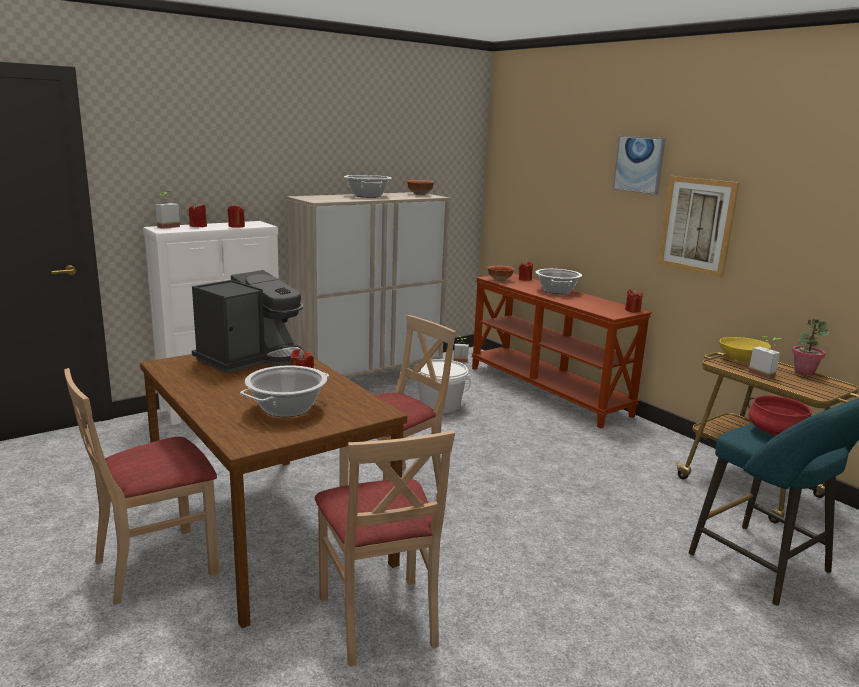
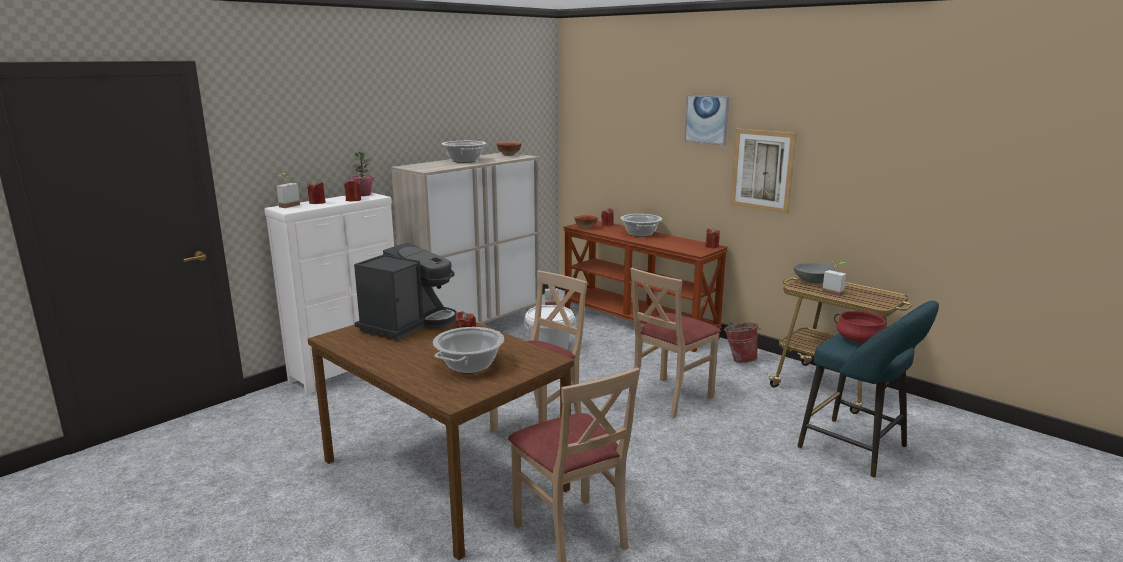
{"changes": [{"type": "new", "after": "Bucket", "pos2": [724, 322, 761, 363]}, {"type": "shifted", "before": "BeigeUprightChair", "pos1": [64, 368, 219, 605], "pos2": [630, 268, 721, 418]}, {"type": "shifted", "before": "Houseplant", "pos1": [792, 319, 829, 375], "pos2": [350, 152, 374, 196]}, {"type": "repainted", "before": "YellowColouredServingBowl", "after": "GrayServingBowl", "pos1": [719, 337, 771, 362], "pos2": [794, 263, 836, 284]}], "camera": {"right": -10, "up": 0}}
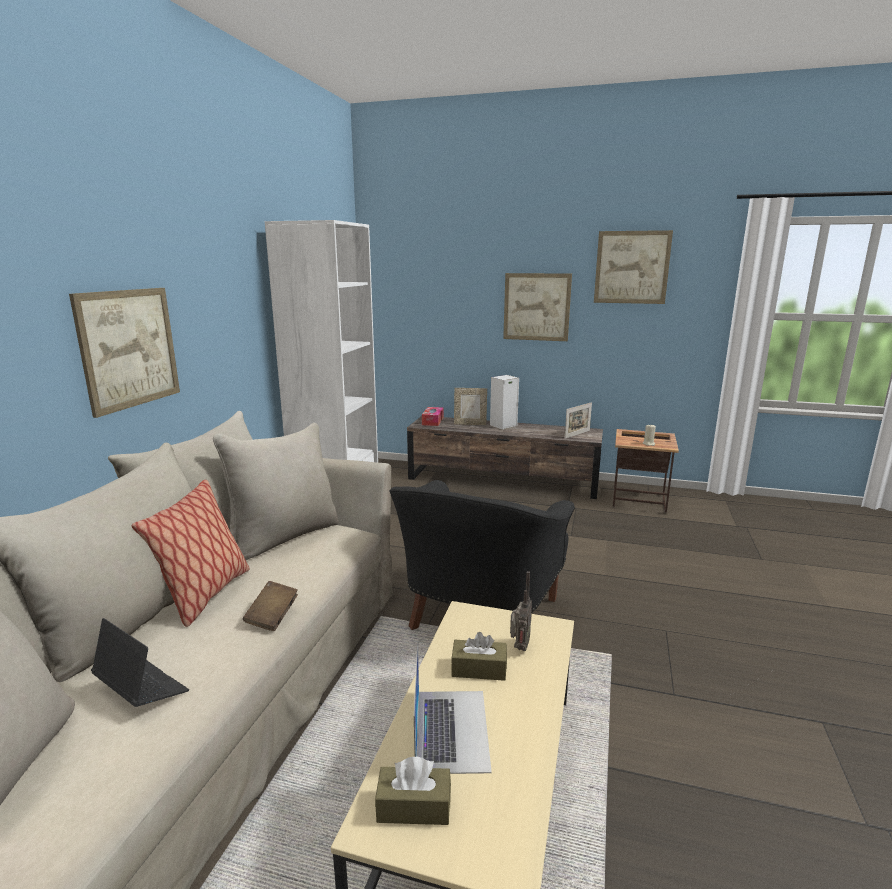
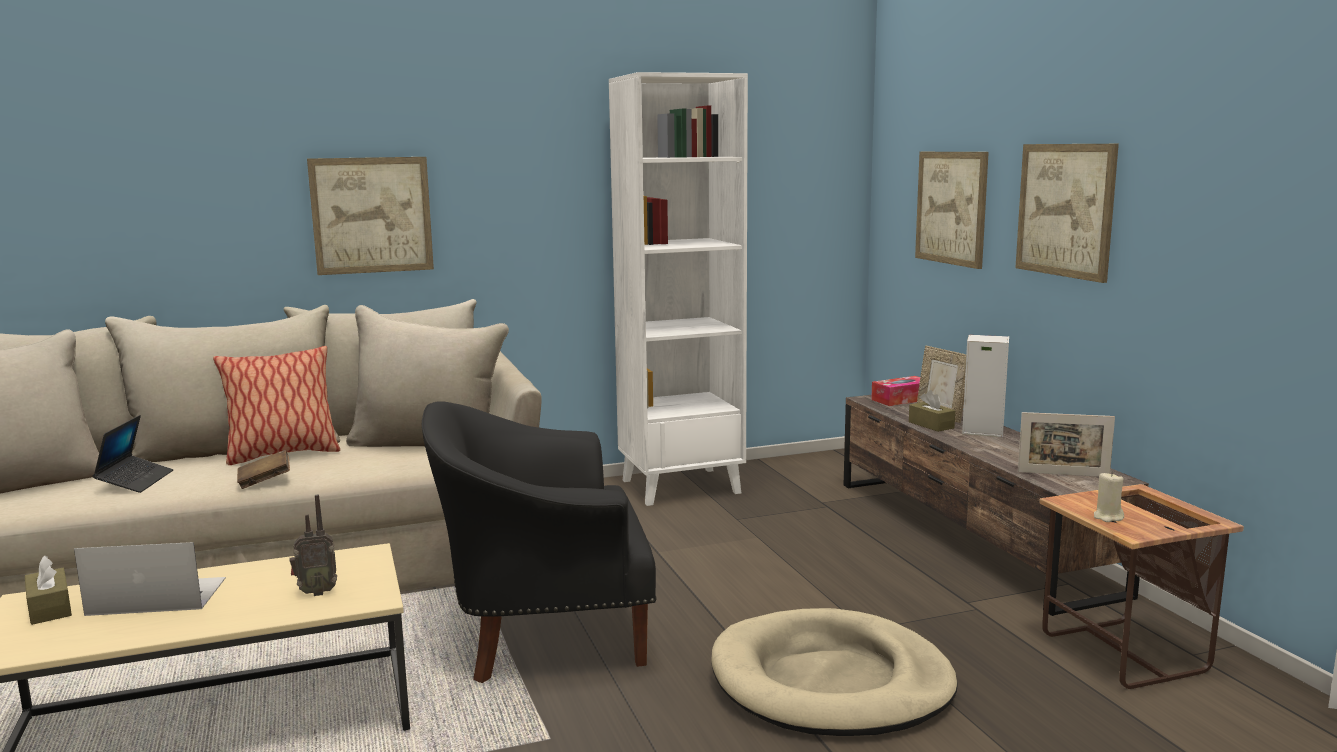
{"changes": [{"type": "new", "after": "BeigeDogCushion", "pos2": [711, 608, 958, 736]}, {"type": "shifted", "before": "BrownTissueHolder", "pos1": [451, 632, 507, 681], "pos2": [909, 390, 955, 432]}, {"type": "shifted", "before": "Picture", "pos1": [594, 230, 673, 304], "pos2": [915, 152, 989, 269]}, {"type": "rotated", "before": "Laptop", "pos1": [414, 641, 492, 774], "pos2": [74, 542, 226, 616], "turn": -150}], "camera": {"right": 55, "up": -5}}
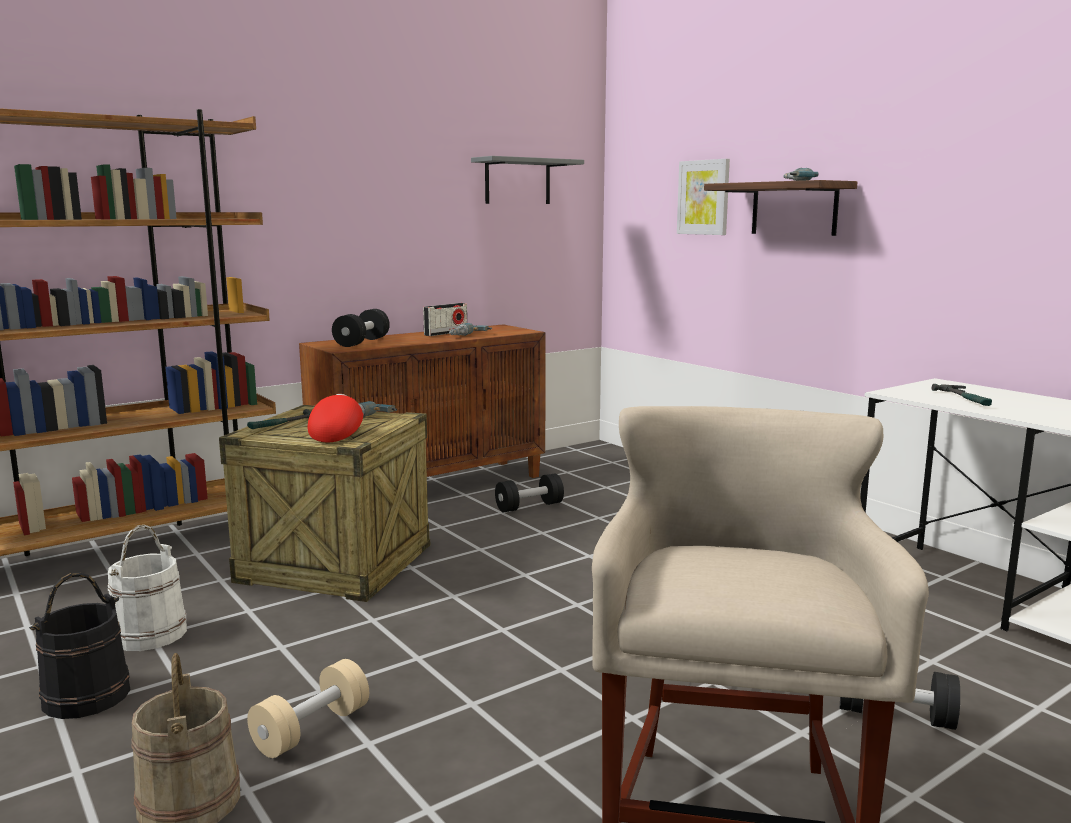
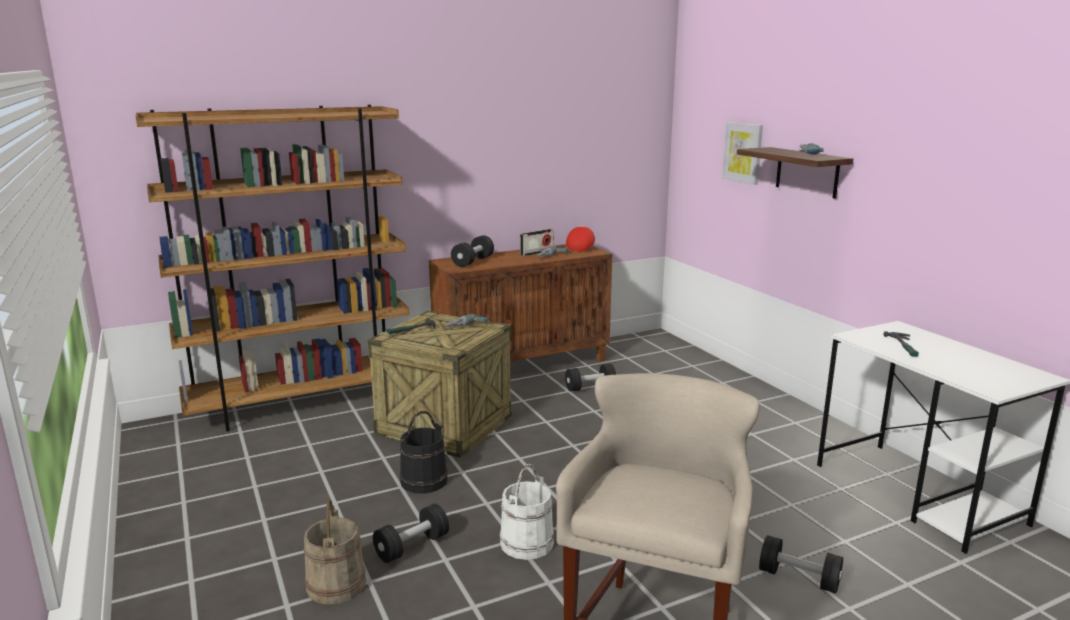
{"changes": [{"type": "gone", "before": "GrayWallShelf", "pos1": [471, 156, 584, 204]}, {"type": "shifted", "before": "BlackishBucket", "pos1": [29, 572, 130, 719], "pos2": [400, 411, 448, 494]}, {"type": "shifted", "before": "WhiteBucket", "pos1": [108, 525, 187, 651], "pos2": [500, 464, 554, 560]}, {"type": "shifted", "before": "ReddishBaseballCap", "pos1": [308, 394, 364, 442], "pos2": [566, 226, 595, 252]}, {"type": "repainted", "before": "BeigeDumbbell", "after": "BlackishDumbbell", "pos1": [247, 659, 369, 758], "pos2": [373, 504, 449, 563]}], "camera": {"right": 10, "up": 5}}
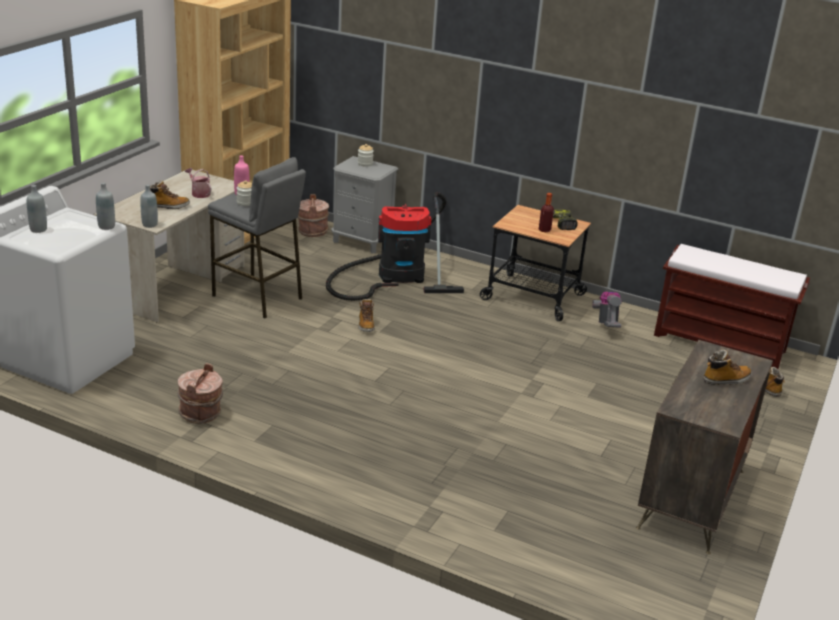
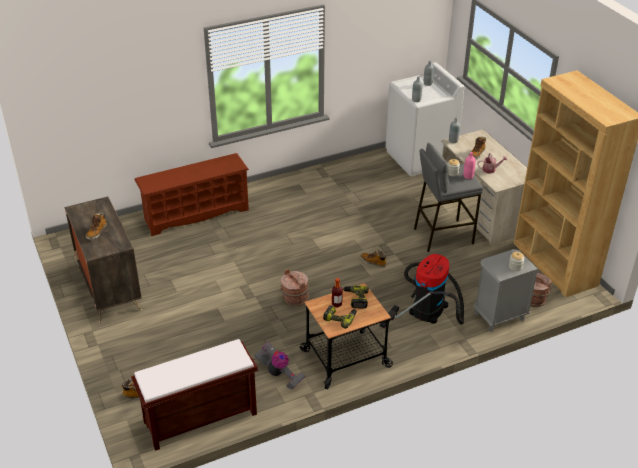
{"changes": [{"type": "new", "after": "BrownShoeRack", "pos2": [134, 153, 249, 236]}, {"type": "new", "after": "PowerDrill", "pos2": [343, 285, 369, 309]}, {"type": "shifted", "before": "BrownBucket", "pos1": [177, 363, 223, 424], "pos2": [280, 269, 309, 306]}], "camera": {"right": 130, "up": 10}}
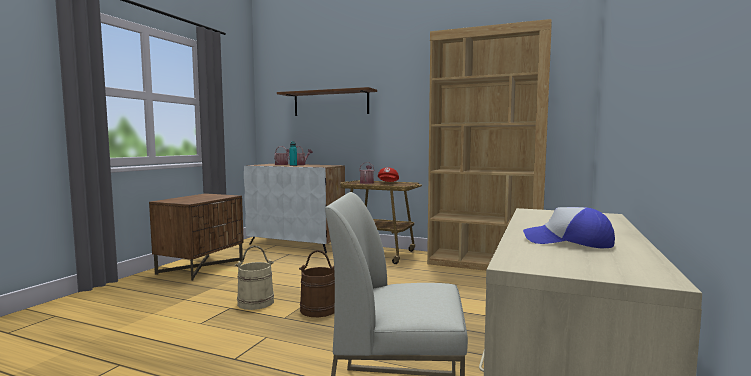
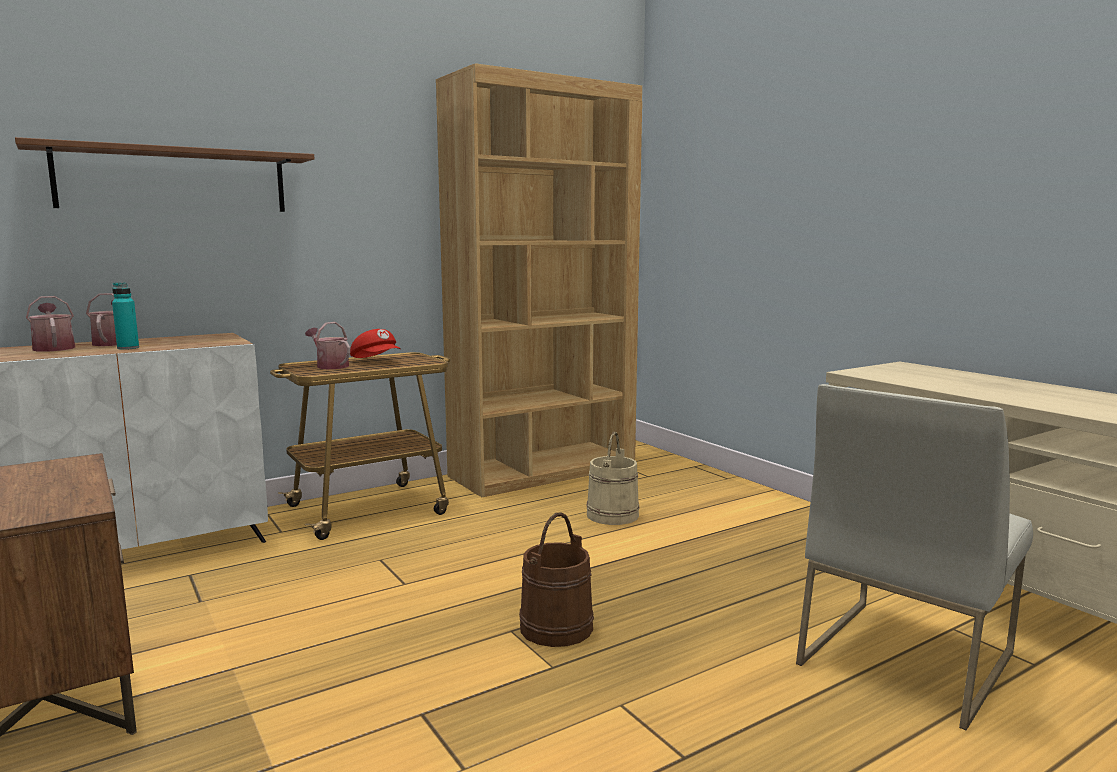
{"changes": [{"type": "gone", "before": "BaseballCap", "pos1": [523, 207, 615, 248]}, {"type": "shifted", "before": "BeigeBucket", "pos1": [235, 245, 274, 310], "pos2": [586, 432, 640, 525]}], "camera": {"right": -55, "up": 5}}
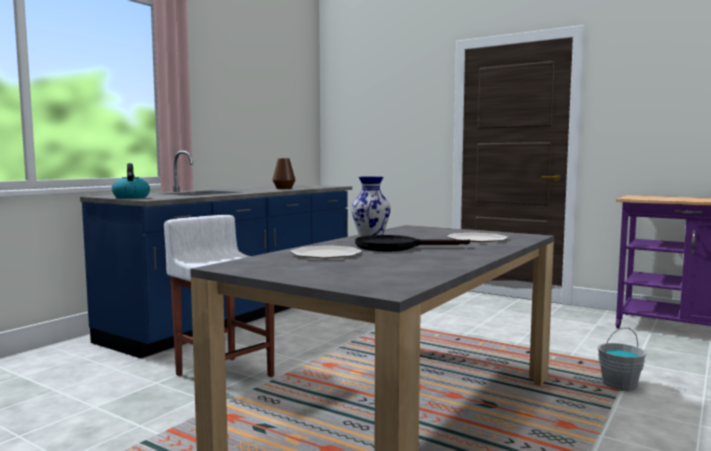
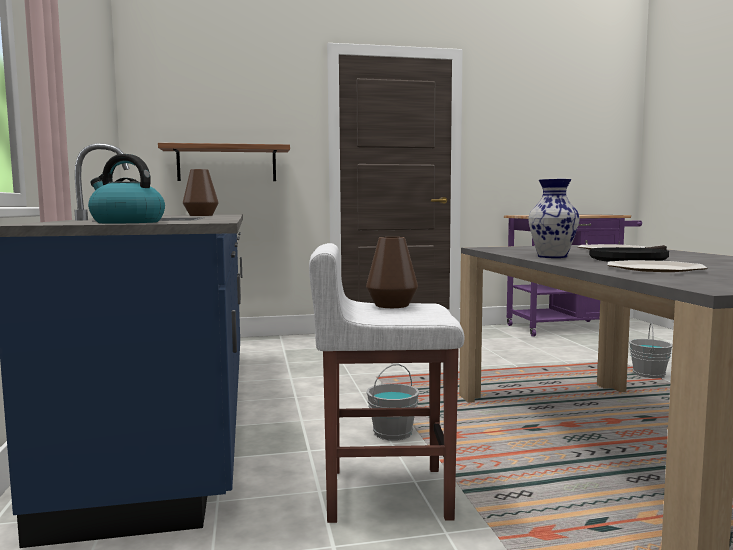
{"changes": [{"type": "new", "after": "WallShelf", "pos2": [158, 143, 290, 181]}, {"type": "new", "after": "BrownVase", "pos2": [366, 237, 418, 308]}, {"type": "new", "after": "GrayBucket", "pos2": [366, 364, 419, 441]}], "camera": {"right": -45, "up": 0}}
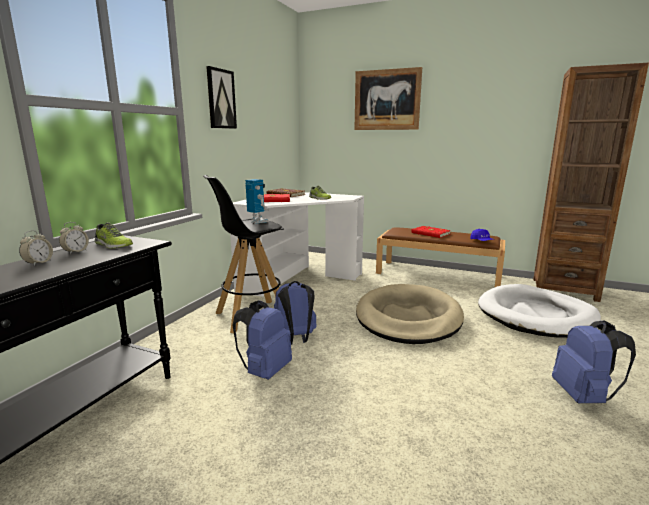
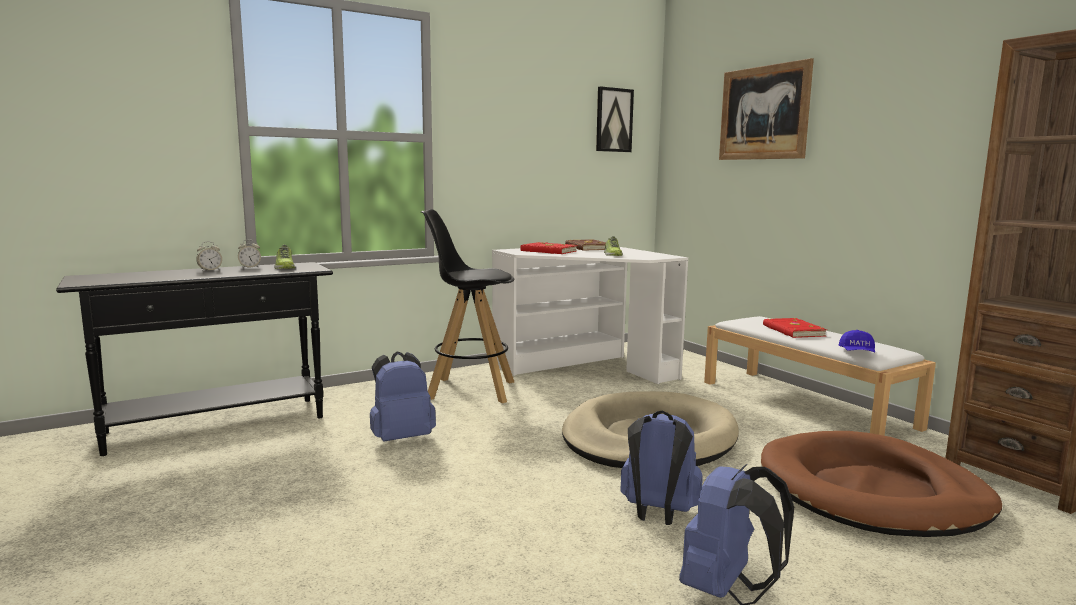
{"changes": [{"type": "gone", "before": "ModelRobot", "pos1": [245, 179, 270, 224]}, {"type": "shifted", "before": "Picture", "pos1": [206, 66, 237, 129], "pos2": [596, 86, 634, 152]}, {"type": "shifted", "before": "BlueColouredRucksack", "pos1": [274, 281, 316, 345], "pos2": [620, 411, 703, 525]}, {"type": "repainted", "before": "BrownLongSeat", "after": "WhiteLongSeat", "pos1": [376, 227, 505, 288], "pos2": [704, 316, 936, 436]}, {"type": "repainted", "before": "WhiteDogCushion", "after": "BrownDogCushion", "pos1": [478, 284, 601, 338], "pos2": [761, 431, 1002, 537]}], "camera": {"right": 35, "up": -5}}
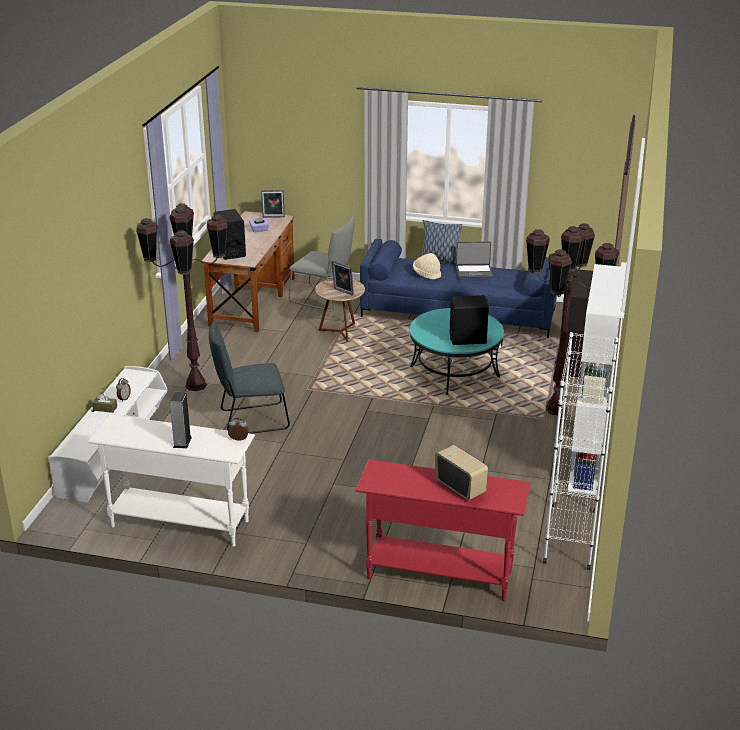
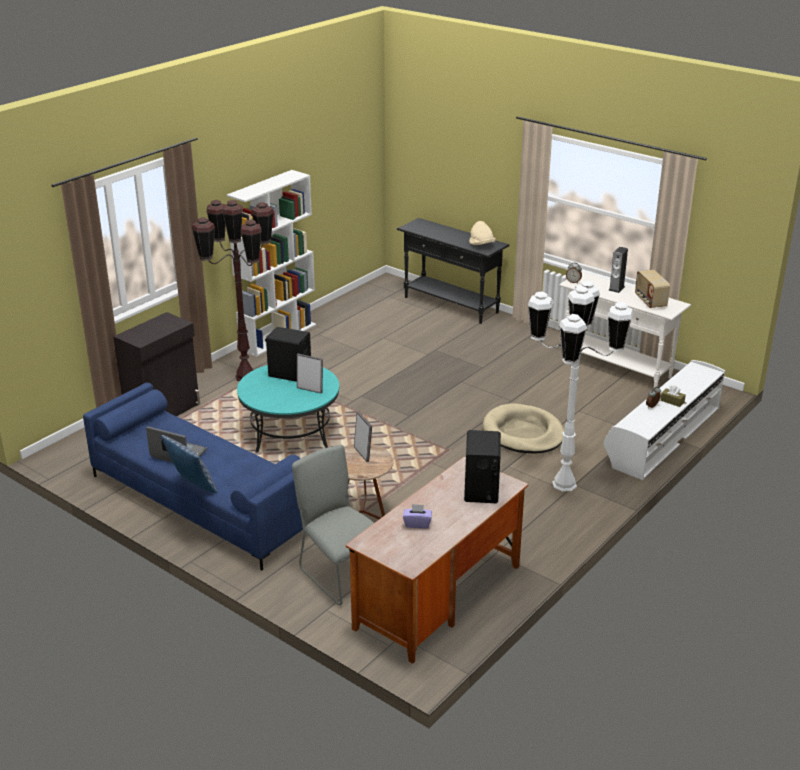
{"changes": [{"type": "gone", "before": "WhiteBookshelf", "pos1": [543, 332, 618, 570]}, {"type": "shifted", "before": "PictureFrame", "pos1": [261, 190, 285, 218], "pos2": [297, 354, 323, 393]}, {"type": "shifted", "before": "BeigeHat", "pos1": [413, 253, 441, 279], "pos2": [469, 221, 496, 245]}, {"type": "shifted", "before": "RadioReceiver", "pos1": [435, 445, 488, 501], "pos2": [635, 270, 670, 308]}, {"type": "swapped", "before": "GrayUprightChair", "after": "BeigeDogCushion", "pos1": [209, 322, 290, 434], "pos2": [483, 403, 564, 454]}, {"type": "repainted", "before": "BrownStandingLamp", "after": "WhiteStandingLamp", "pos1": [136, 203, 227, 391], "pos2": [528, 281, 633, 492]}, {"type": "repainted", "before": "ReddishHallTable", "after": "BlackishHallTable", "pos1": [355, 460, 531, 601], "pos2": [397, 218, 510, 324]}], "camera": {"right": -155, "up": 0}}
